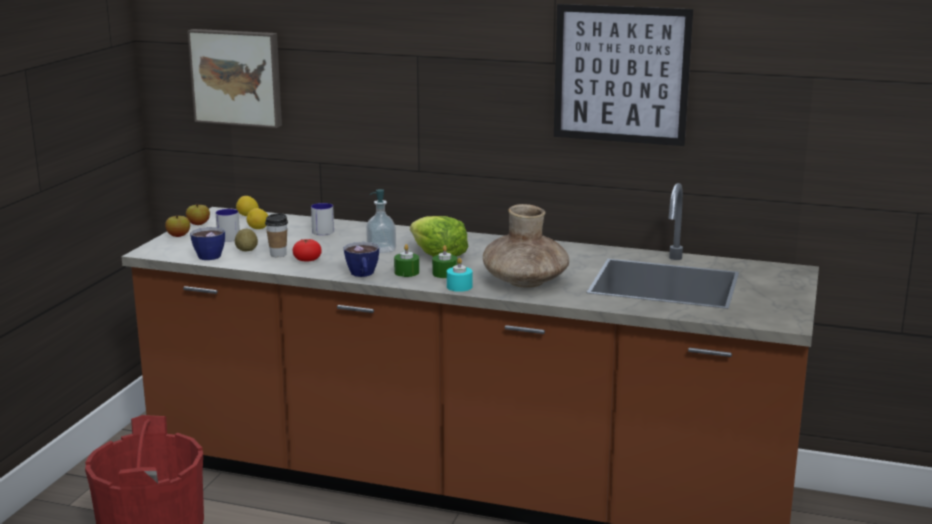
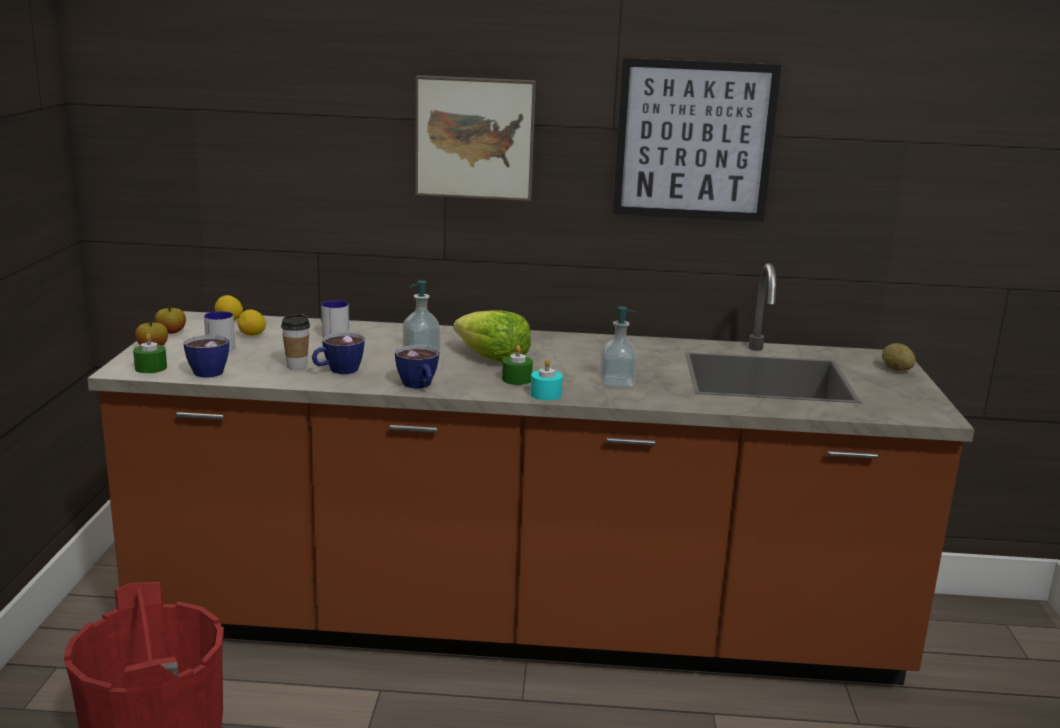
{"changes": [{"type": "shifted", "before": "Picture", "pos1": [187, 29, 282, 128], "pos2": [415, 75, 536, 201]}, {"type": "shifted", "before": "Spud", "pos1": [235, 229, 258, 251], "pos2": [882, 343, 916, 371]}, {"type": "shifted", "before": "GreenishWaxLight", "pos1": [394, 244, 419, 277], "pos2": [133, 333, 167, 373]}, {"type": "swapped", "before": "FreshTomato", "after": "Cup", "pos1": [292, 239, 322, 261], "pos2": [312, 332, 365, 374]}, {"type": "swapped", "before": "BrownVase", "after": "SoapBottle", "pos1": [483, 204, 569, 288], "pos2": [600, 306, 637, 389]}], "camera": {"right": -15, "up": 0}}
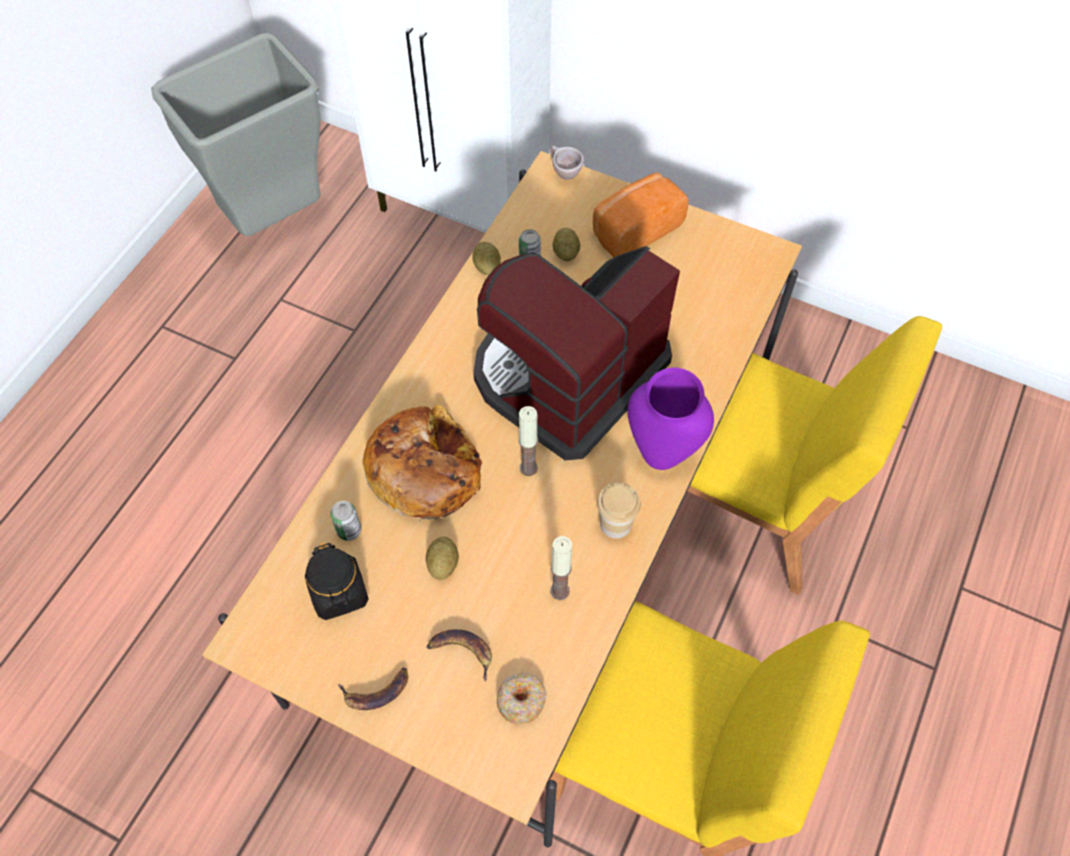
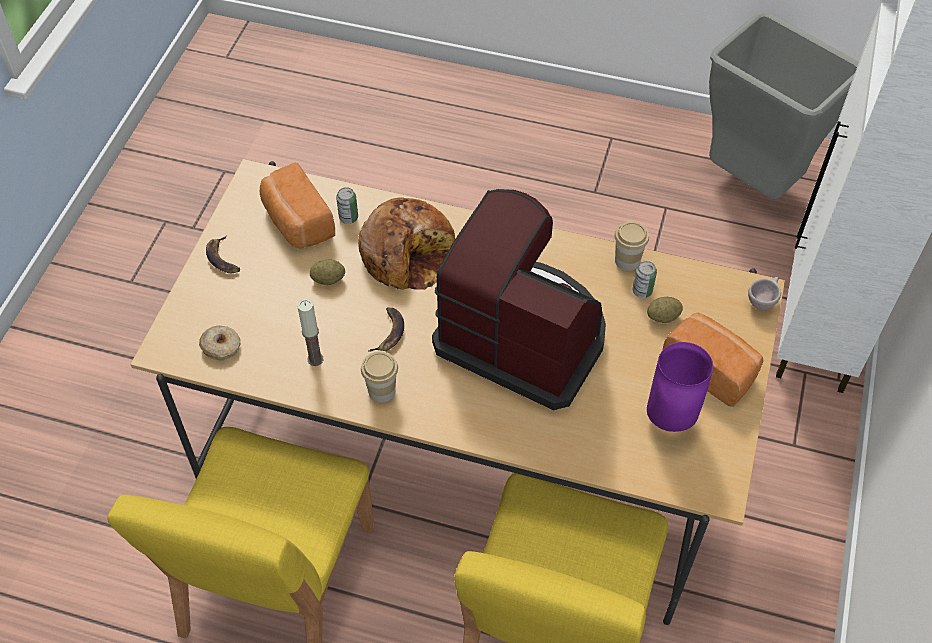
{"changes": [{"type": "gone", "before": "WaxLight", "pos1": [519, 406, 538, 476]}, {"type": "shifted", "before": "WholeBanana", "pos1": [427, 629, 492, 682], "pos2": [368, 307, 404, 352]}, {"type": "shifted", "before": "PurplishVase", "pos1": [627, 368, 714, 470], "pos2": [647, 342, 713, 432]}, {"type": "swapped", "before": "BlackishPreserveJar", "after": "BakeryBread", "pos1": [305, 543, 369, 620], "pos2": [260, 163, 335, 249]}, {"type": "swapped", "before": "Spud", "after": "Cup", "pos1": [472, 242, 501, 275], "pos2": [615, 222, 649, 271]}], "camera": {"right": 80, "up": -5}}
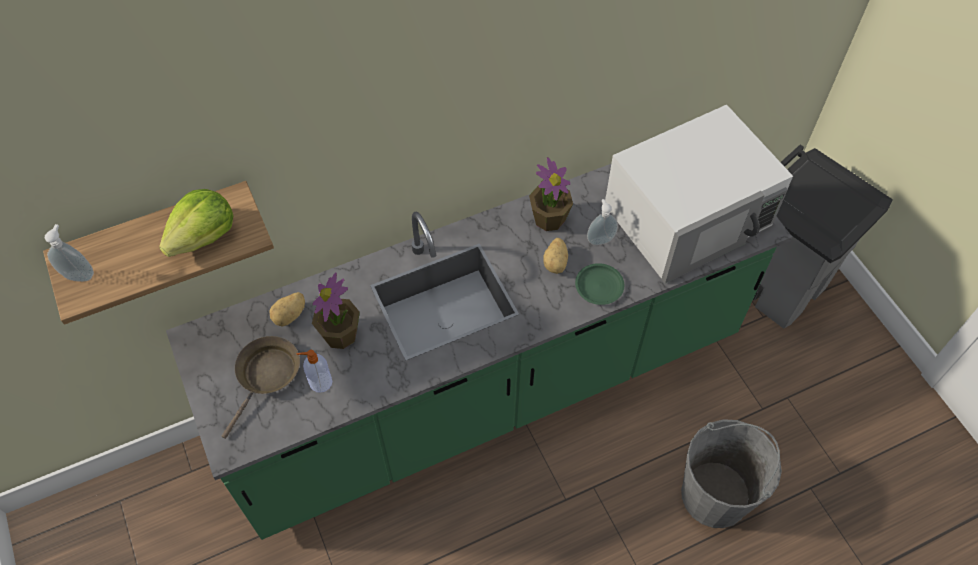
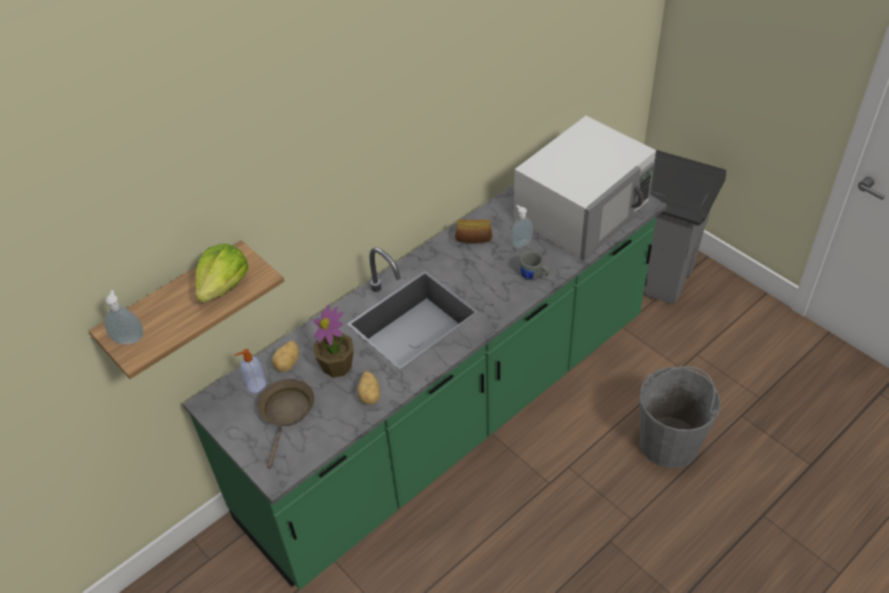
{"changes": [{"type": "shifted", "before": "SoapBottle", "pos1": [296, 350, 332, 393], "pos2": [234, 349, 266, 393]}, {"type": "shifted", "before": "Spud", "pos1": [543, 238, 568, 274], "pos2": [357, 371, 380, 404]}, {"type": "swapped", "before": "Houseplant", "after": "BakeryBread", "pos1": [529, 157, 573, 231], "pos2": [455, 219, 492, 243]}, {"type": "swapped", "before": "GreenishPlate", "after": "GrayMug", "pos1": [575, 263, 624, 305], "pos2": [520, 251, 550, 280]}], "camera": {"right": -15, "up": -10}}
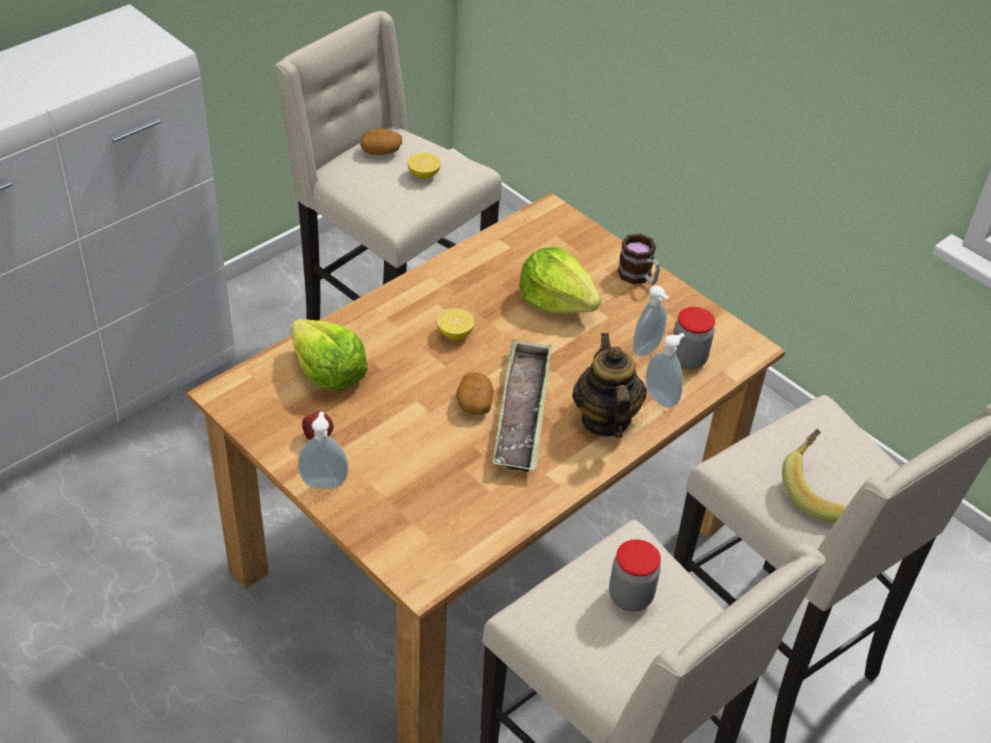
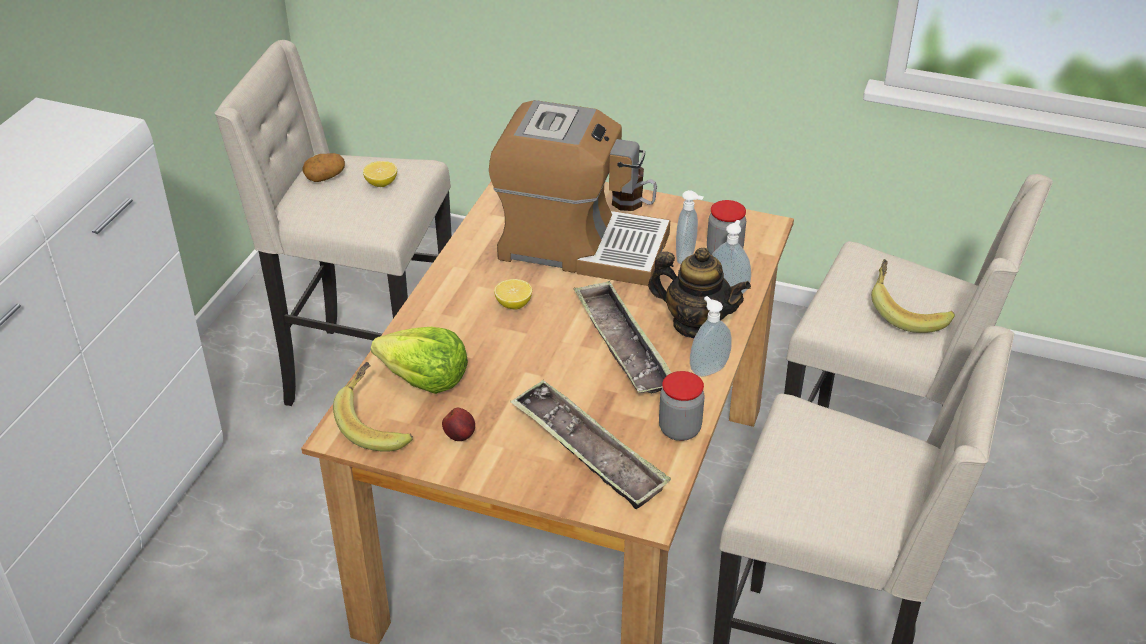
{"changes": [{"type": "gone", "before": "Spud", "pos1": [456, 372, 494, 415]}, {"type": "new", "after": "WholeBanana", "pos2": [333, 362, 413, 452]}, {"type": "new", "after": "Tray", "pos2": [510, 380, 671, 509]}, {"type": "shifted", "before": "SoapBottle", "pos1": [298, 412, 348, 489], "pos2": [690, 296, 732, 377]}, {"type": "shifted", "before": "PreserveJar", "pos1": [609, 539, 661, 612], "pos2": [659, 371, 705, 441]}, {"type": "swapped", "before": "Lettuce", "after": "CoffeeMachine", "pos1": [519, 247, 601, 313], "pos2": [489, 100, 670, 286]}, {"type": "rotated", "before": "TeaPot", "pos1": [572, 333, 647, 438], "pos2": [648, 248, 751, 338], "turn": 150}], "camera": {"right": -25, "up": -5}}
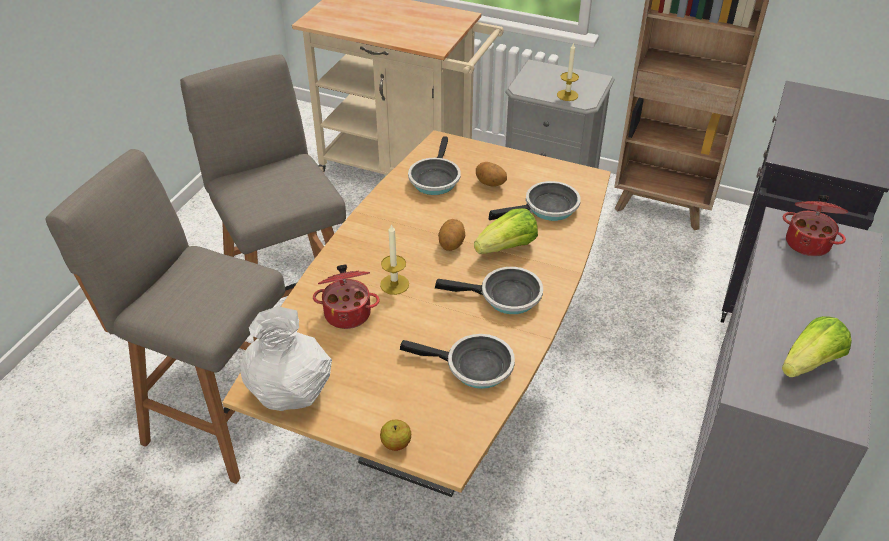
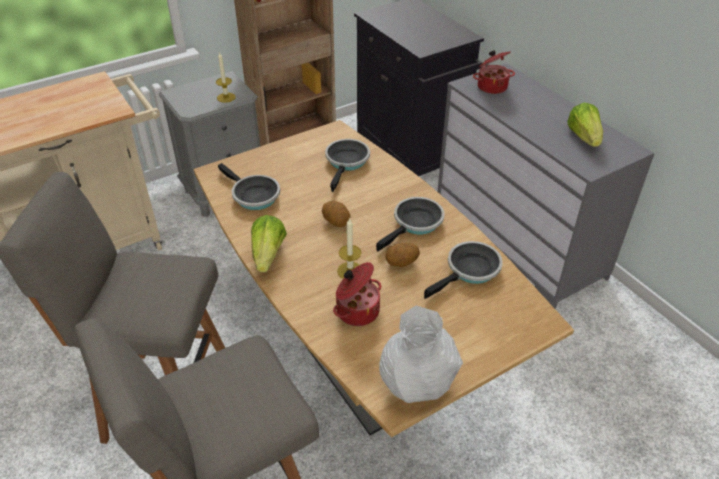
{"changes": [{"type": "gone", "before": "AppleFruit", "pos1": [380, 420, 411, 451]}, {"type": "shifted", "before": "Lettuce", "pos1": [474, 208, 538, 254], "pos2": [251, 215, 287, 272]}, {"type": "shifted", "before": "Spud", "pos1": [476, 162, 507, 187], "pos2": [385, 243, 420, 267]}], "camera": {"right": -55, "up": 0}}
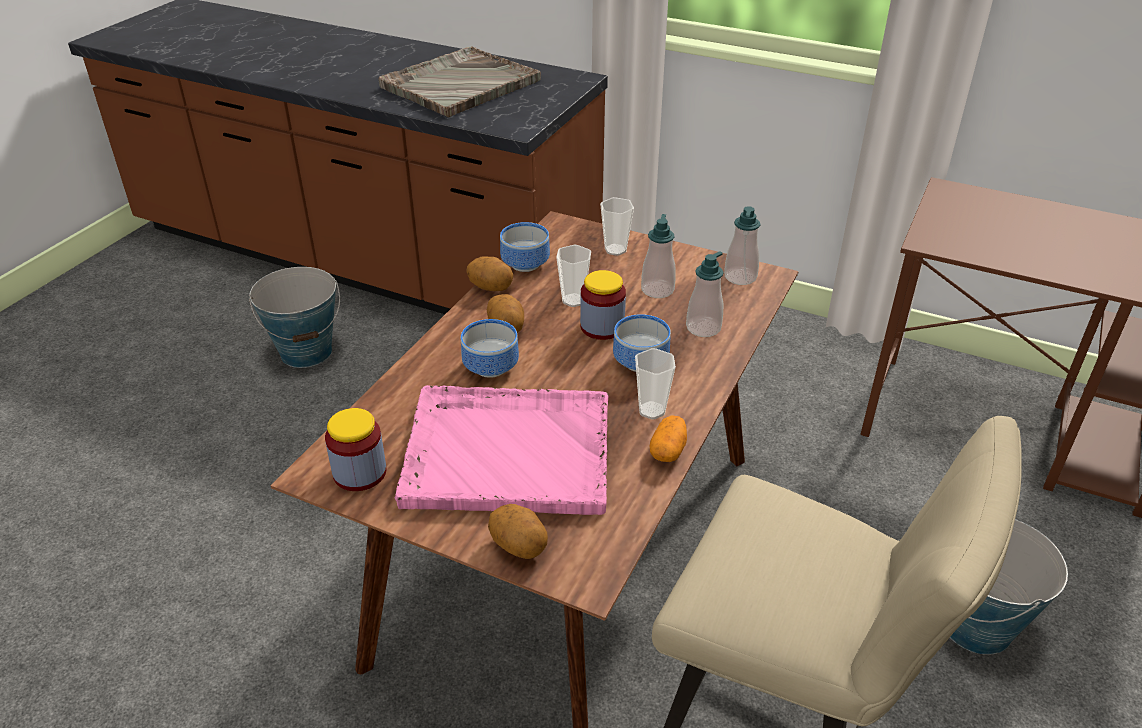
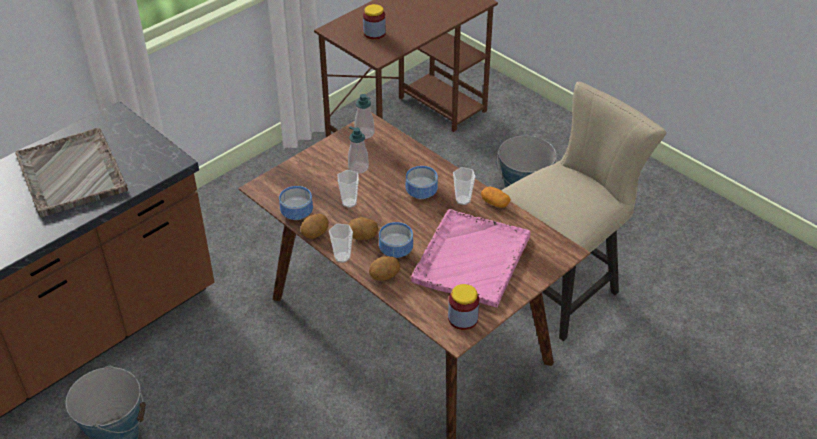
{"changes": [{"type": "gone", "before": "SoapBottle", "pos1": [686, 251, 724, 337]}, {"type": "shifted", "before": "Spud", "pos1": [488, 504, 548, 559], "pos2": [369, 256, 400, 281]}, {"type": "shifted", "before": "PreserveJar", "pos1": [580, 270, 626, 340], "pos2": [363, 4, 386, 39]}, {"type": "shifted", "before": "Cup", "pos1": [600, 197, 634, 256], "pos2": [329, 224, 353, 263]}], "camera": {"right": -70, "up": 5}}
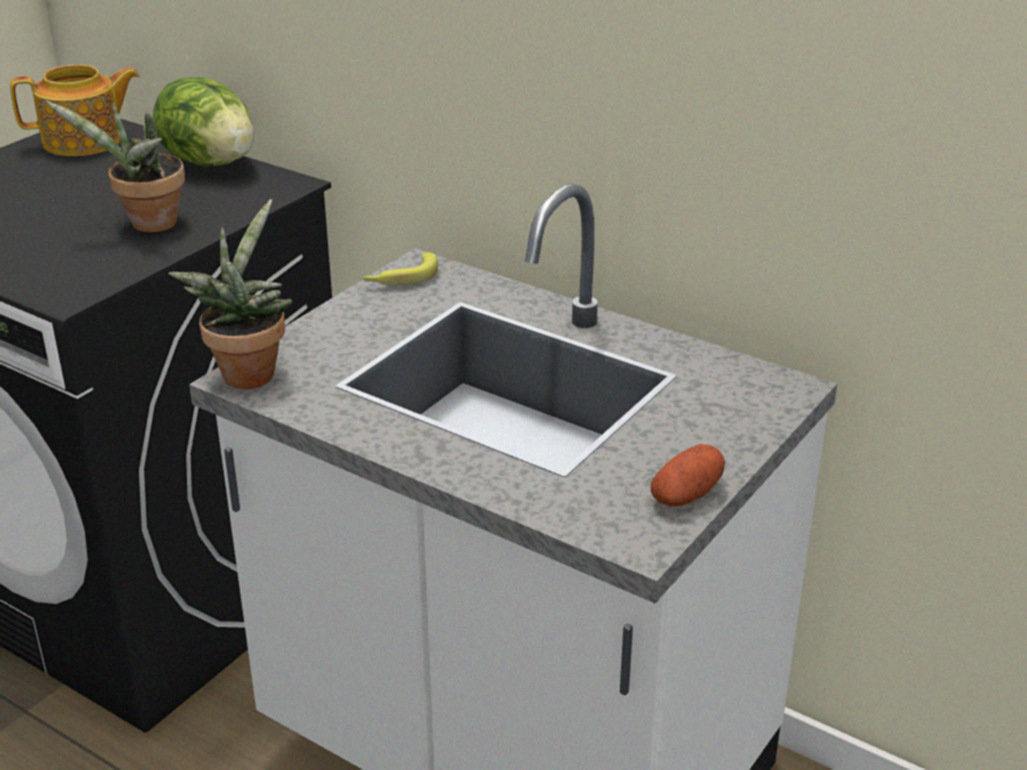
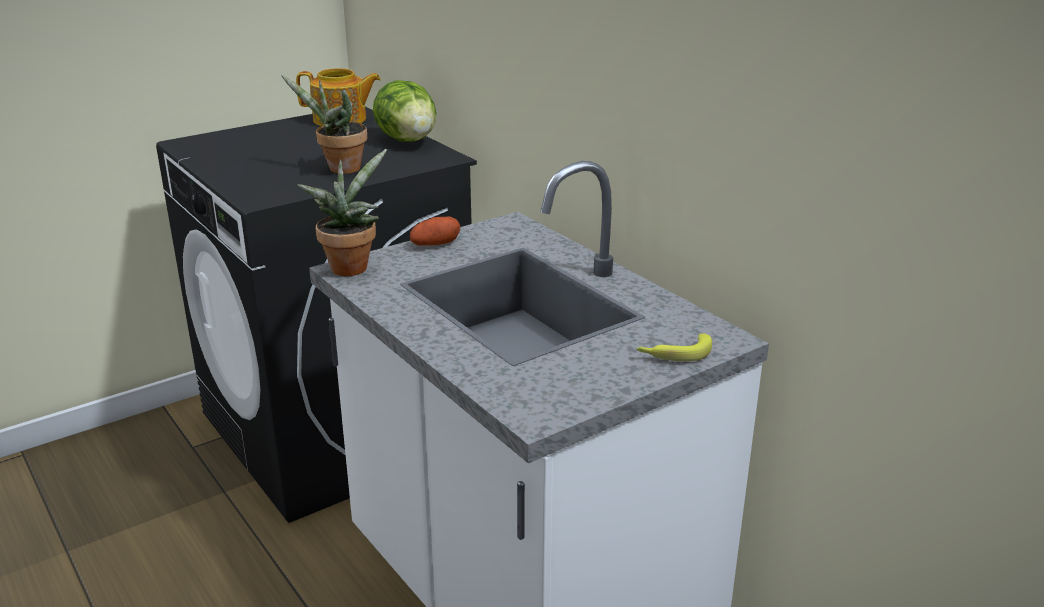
{"changes": [{"type": "shifted", "before": "WholeBanana", "pos1": [362, 252, 438, 285], "pos2": [636, 333, 712, 361]}, {"type": "shifted", "before": "Spud", "pos1": [651, 444, 725, 506], "pos2": [410, 217, 460, 246]}], "camera": {"right": 20, "up": -5}}
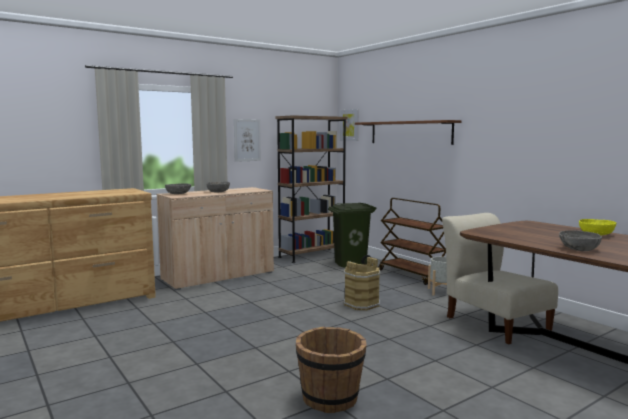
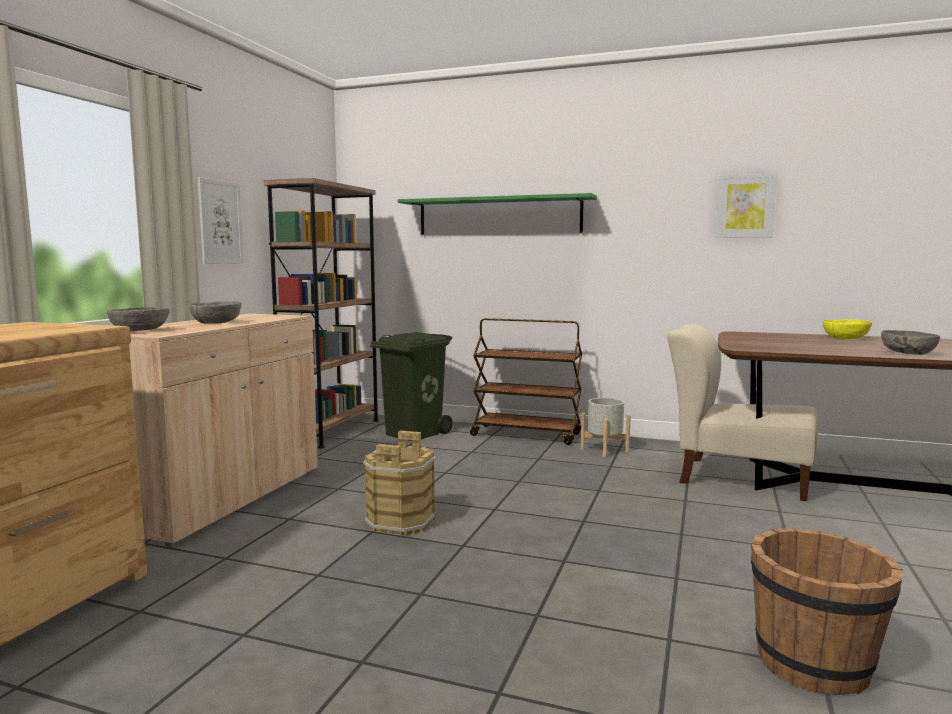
{"changes": [{"type": "shifted", "before": "Picture", "pos1": [340, 109, 359, 141], "pos2": [716, 174, 777, 238]}, {"type": "shifted", "before": "BrownBucket", "pos1": [343, 257, 380, 310], "pos2": [363, 431, 436, 536]}, {"type": "repainted", "before": "BrownWallShelf", "after": "GreenishWallShelf", "pos1": [355, 120, 462, 145], "pos2": [397, 193, 597, 235]}], "camera": {"right": -35, "up": 0}}
